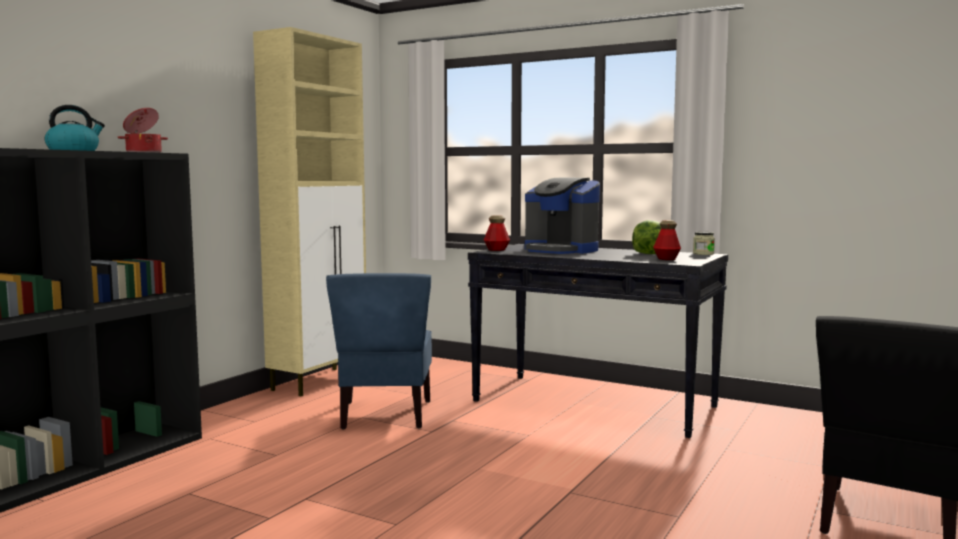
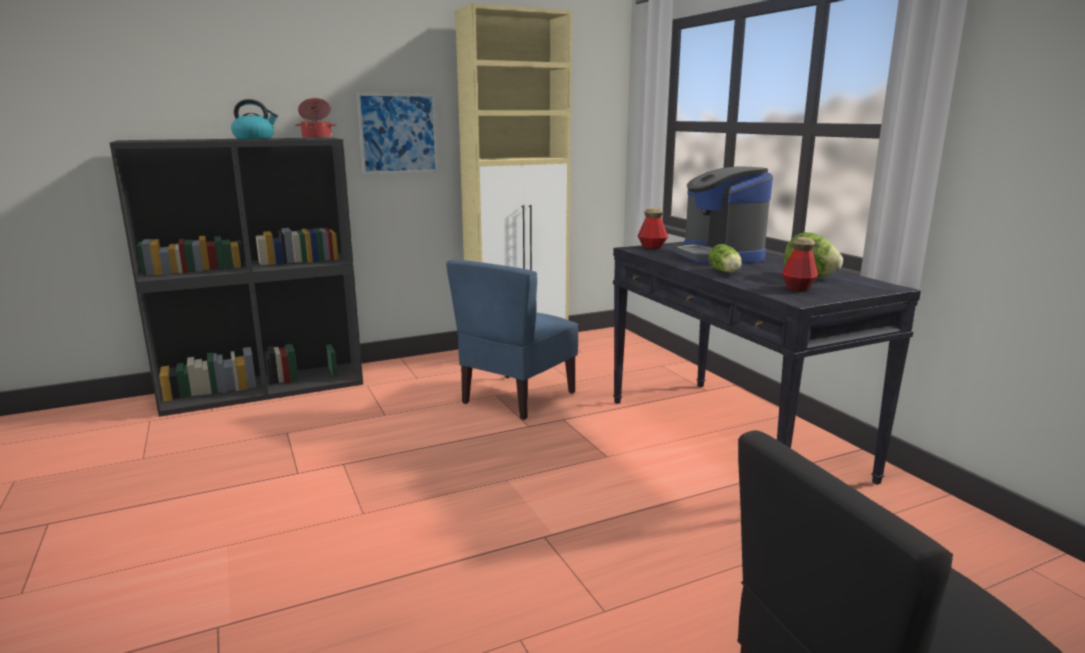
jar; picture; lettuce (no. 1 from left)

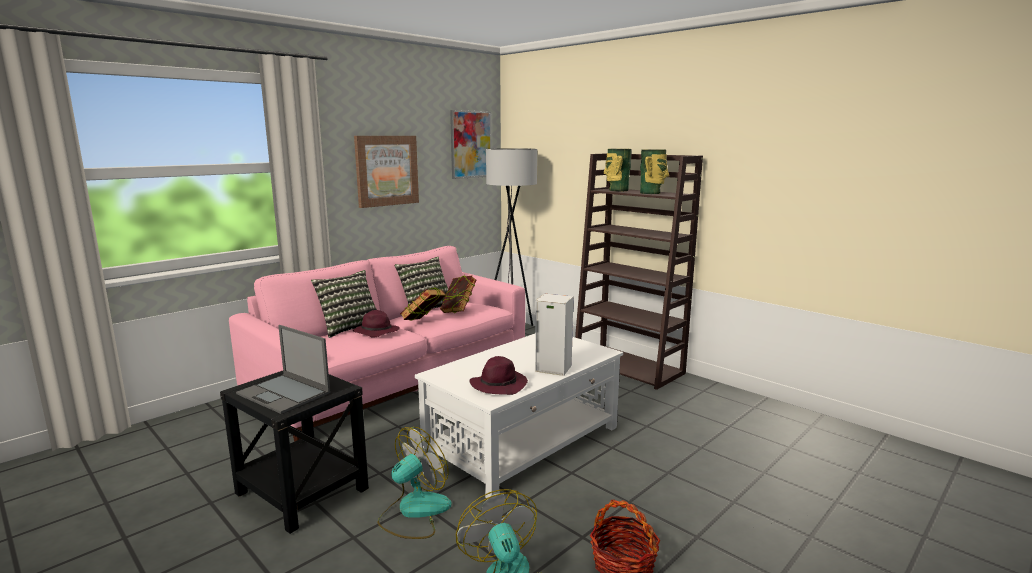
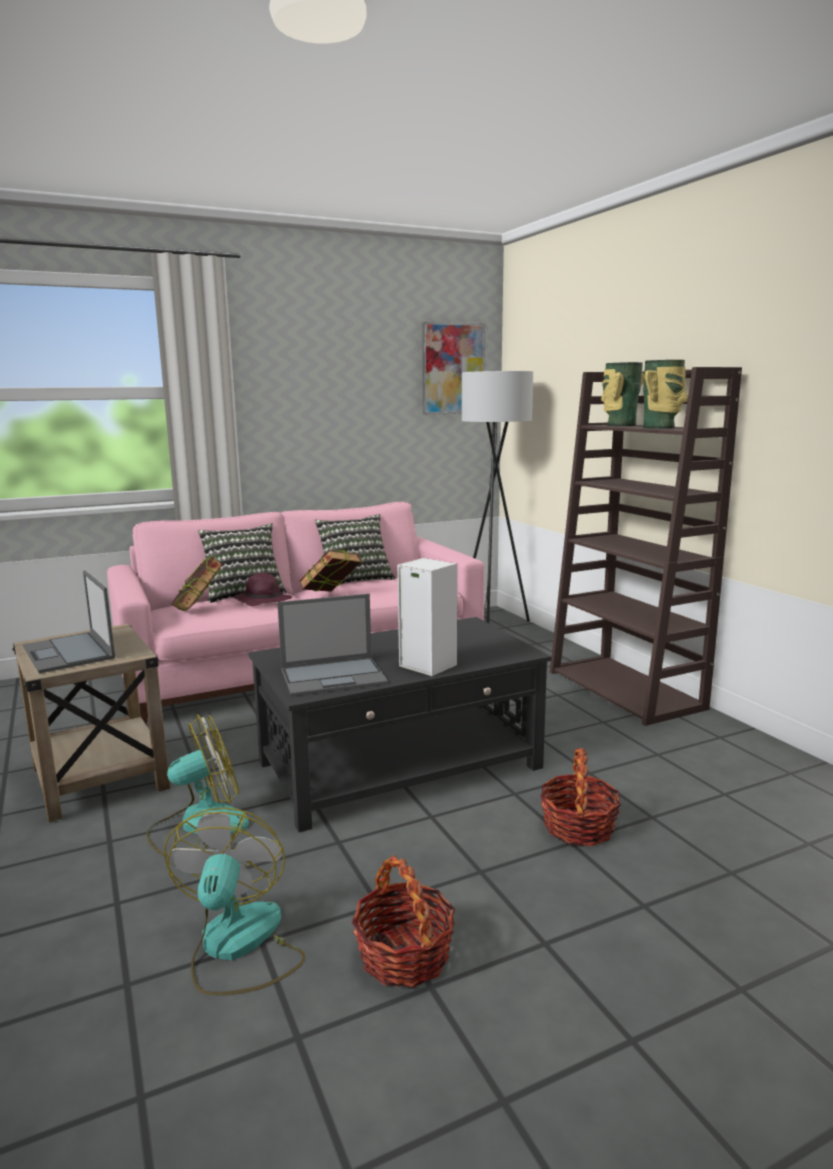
picture (no. 1 from left in the first image); basket (no. 2 from left); book (no. 1 from left); laptop (no. 2 from left); beige side table; black coffee table

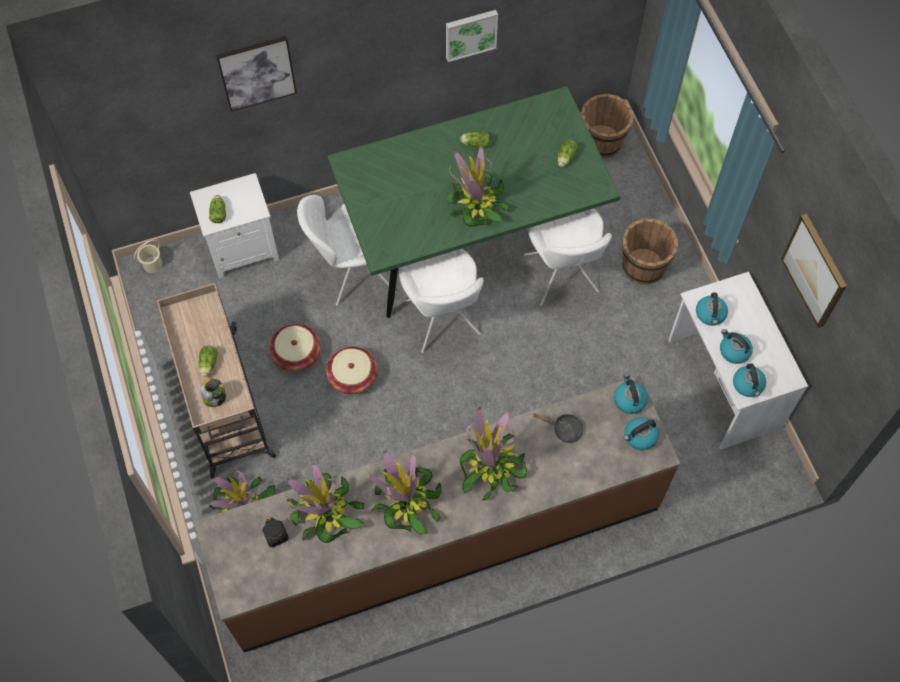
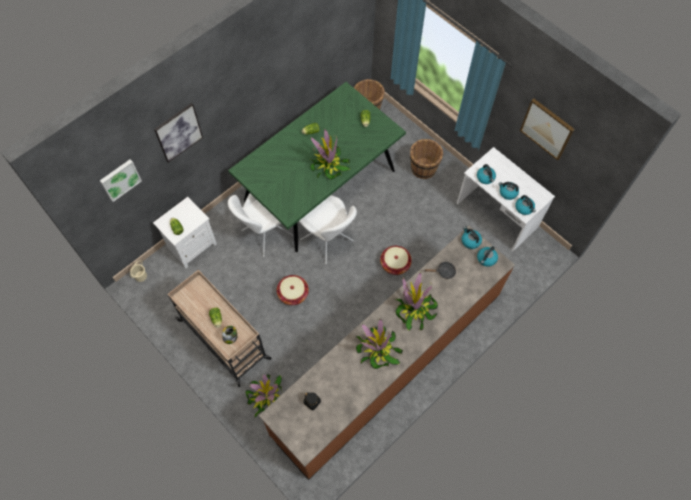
potted plant (no. 2 from left in the first image); white chair (no. 3 from left in the first image); basket (no. 2 from left); picture (no. 1 from left)

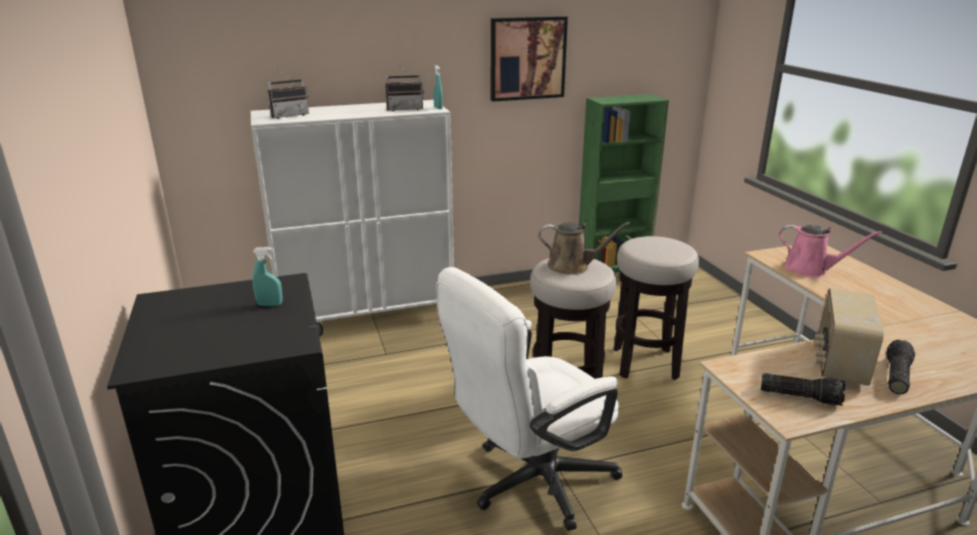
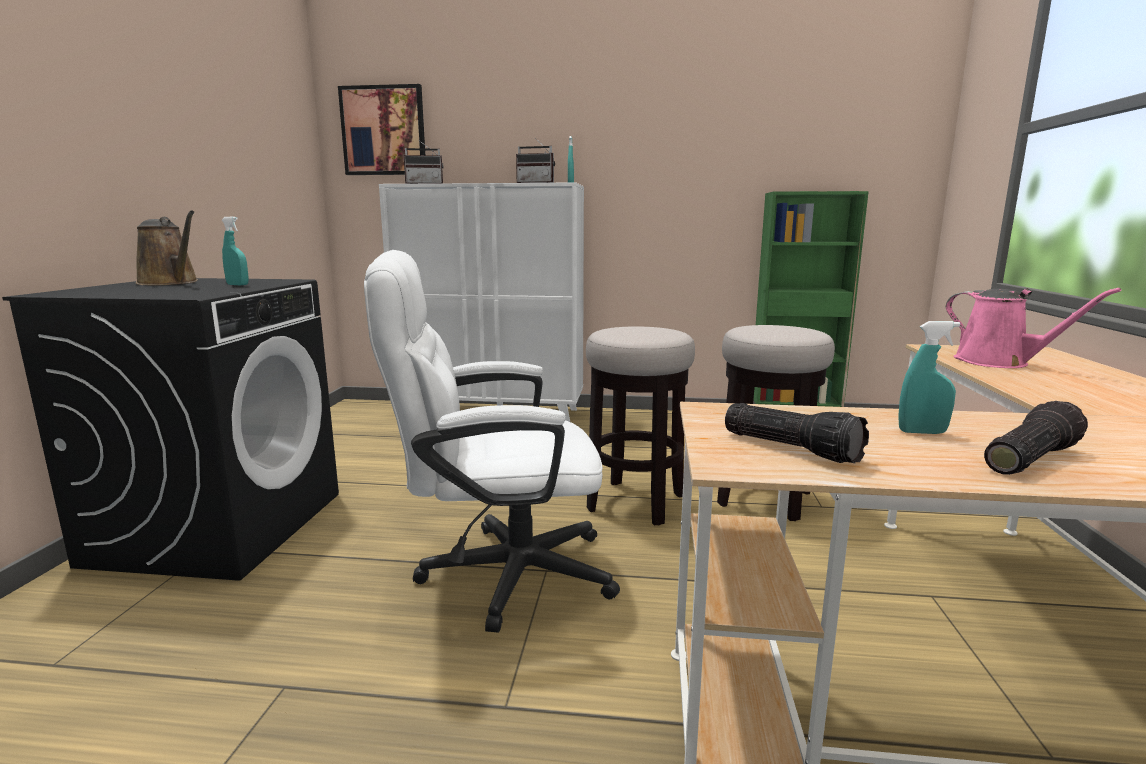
picture; brown watering can; turquoise spray bottle (no. 3 from left)

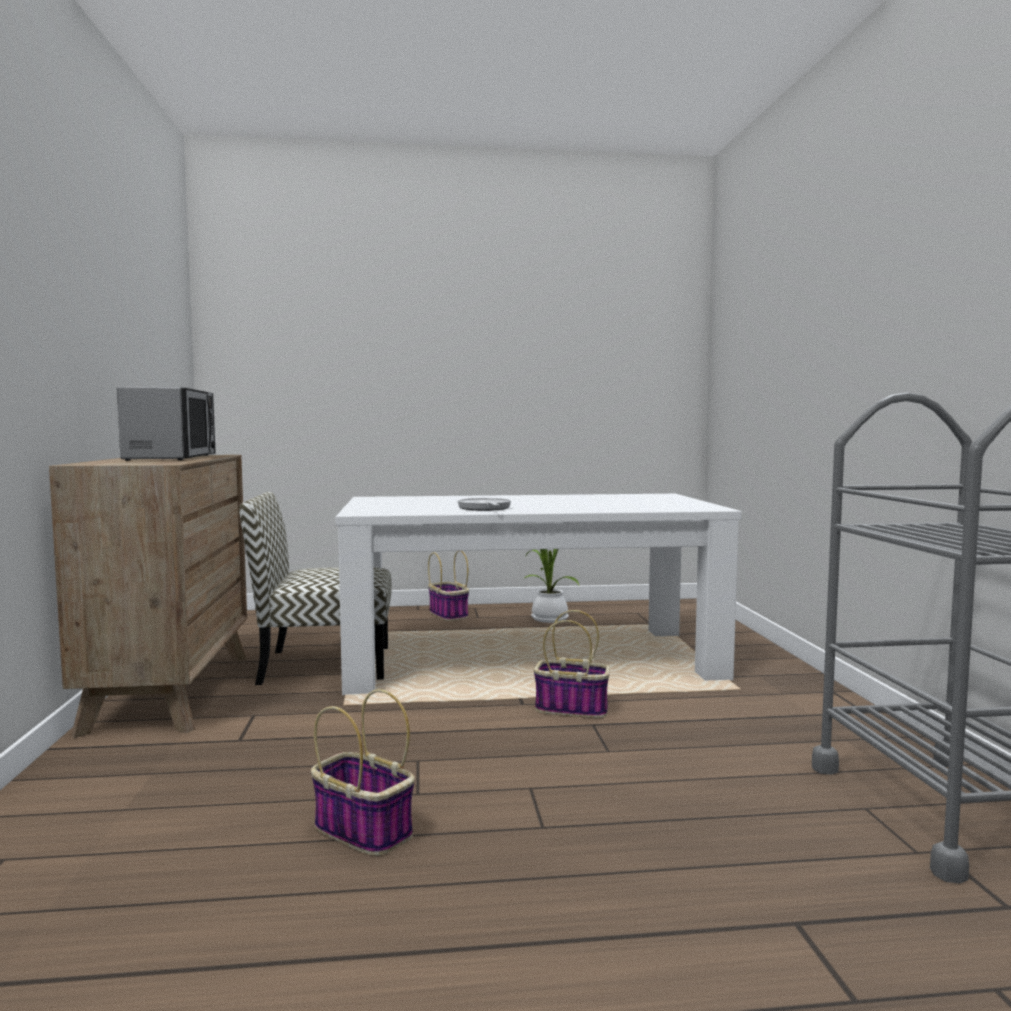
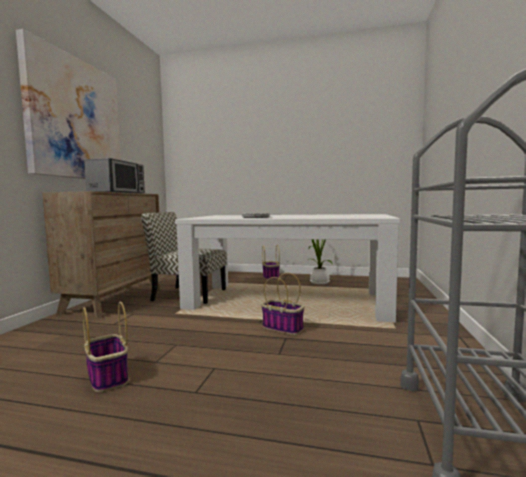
picture

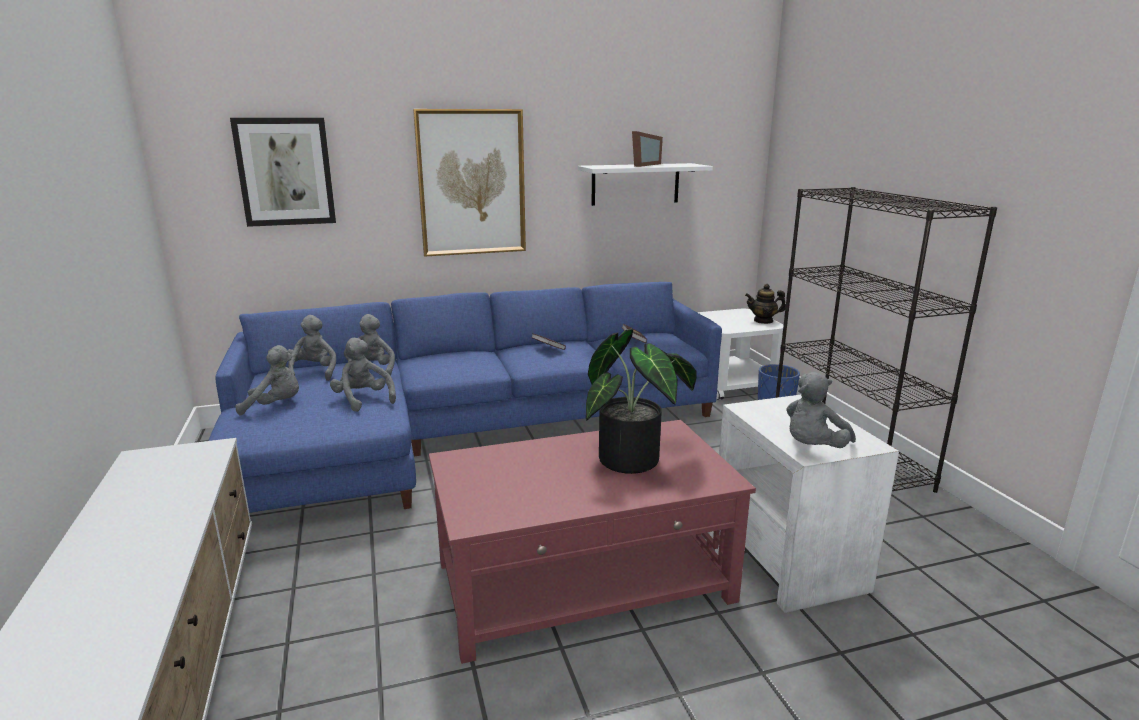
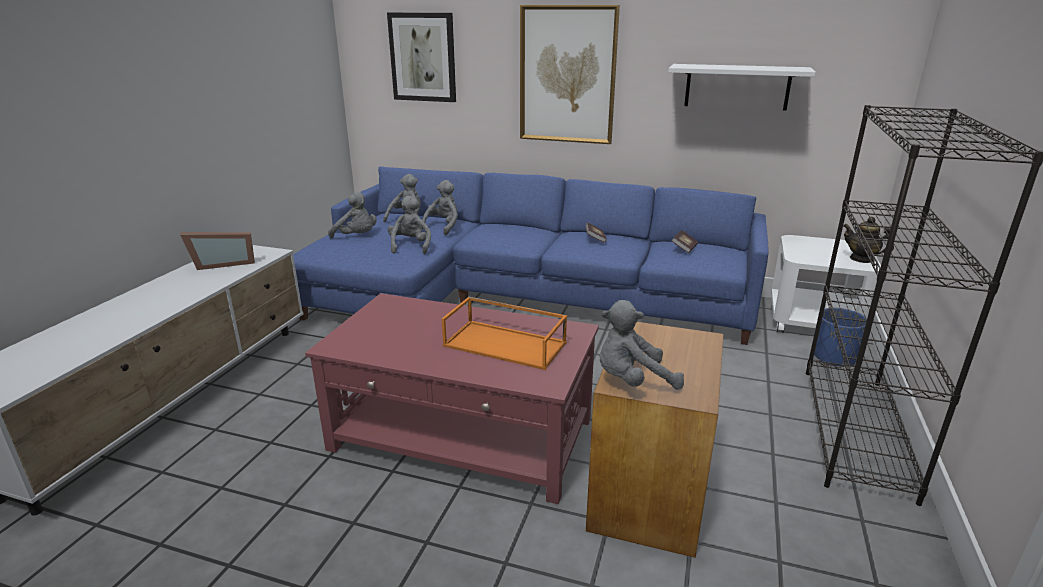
picture frame; orange tray; brown side table

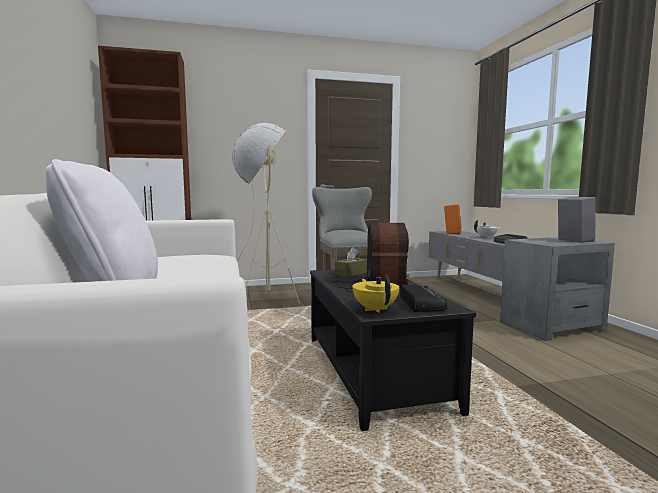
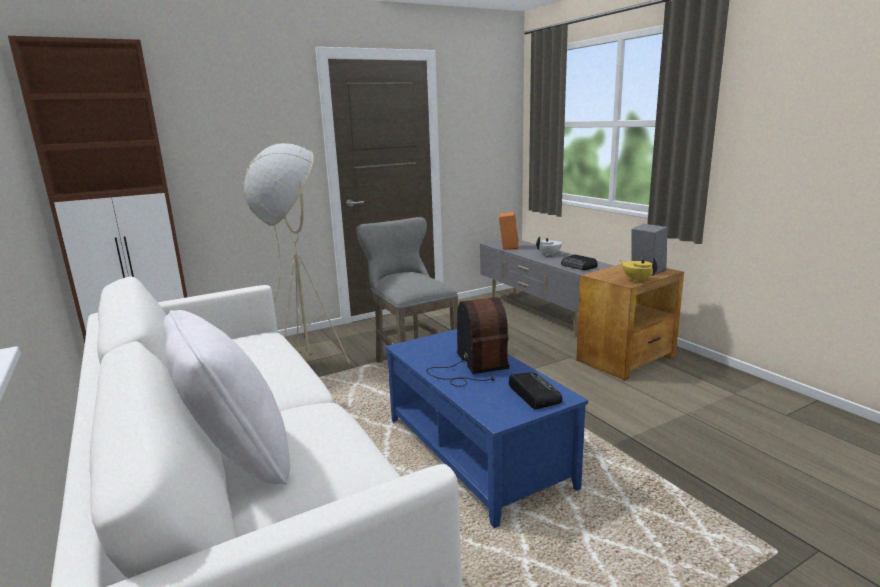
brown tissue box; yellow teapot; blue coffee table; brown side table

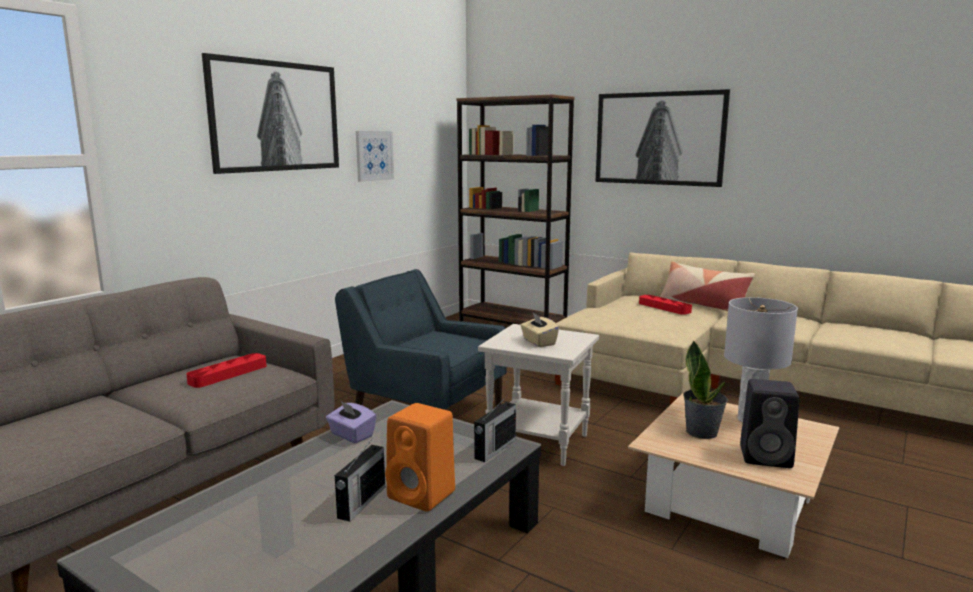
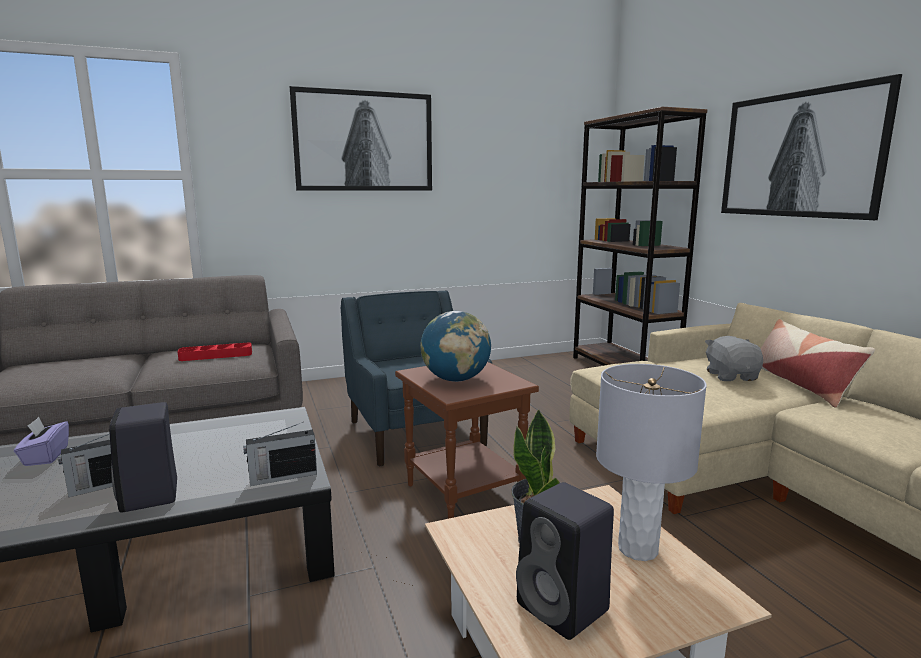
picture (no. 2 from left in the first image); purple tissue box; globe; grey plush toy; black speaker (no. 1 from left); brown side table

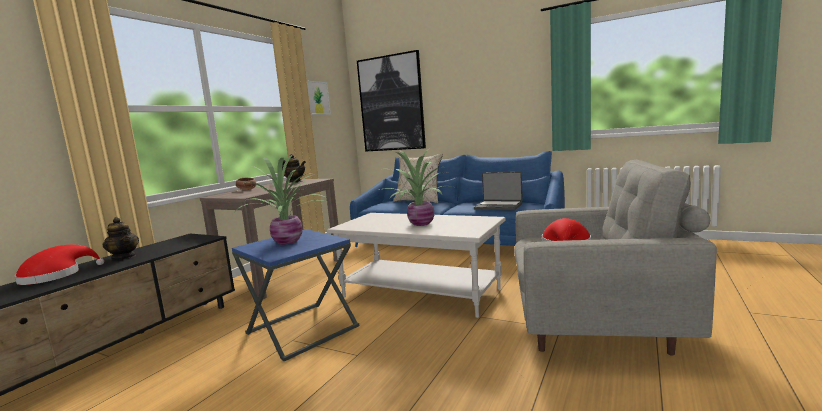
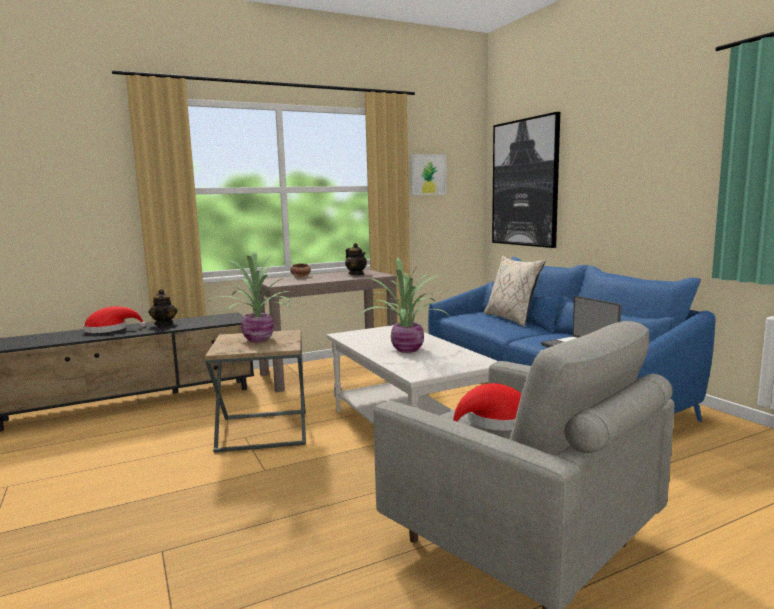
brown side table

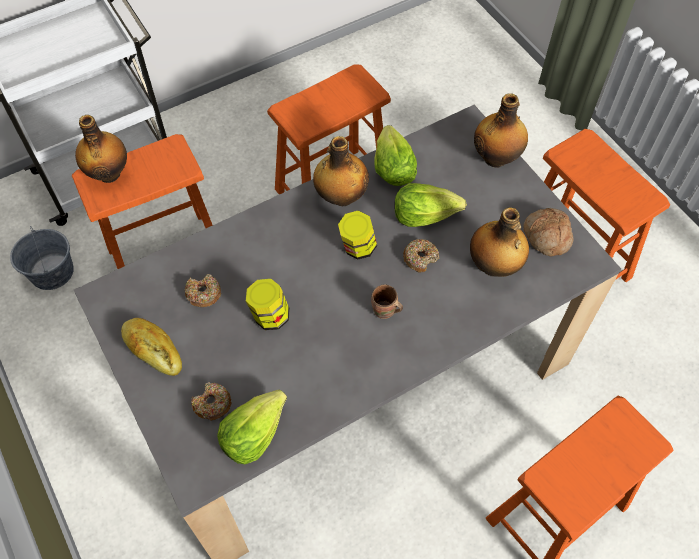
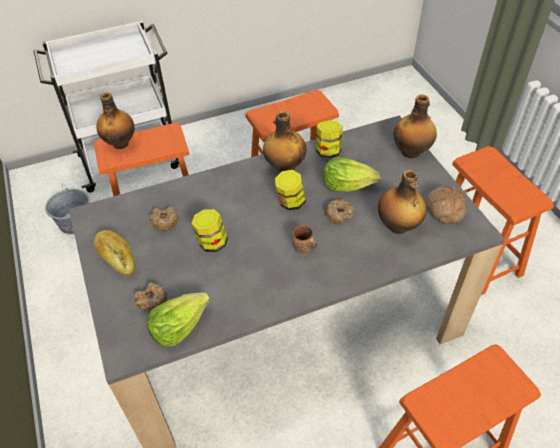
jar (no. 3 from left)

